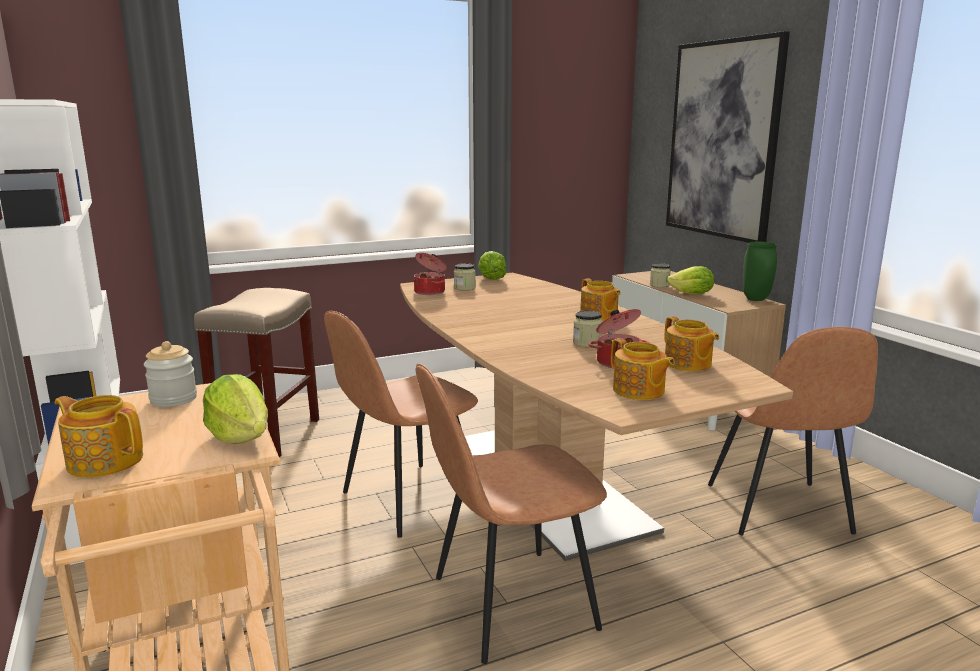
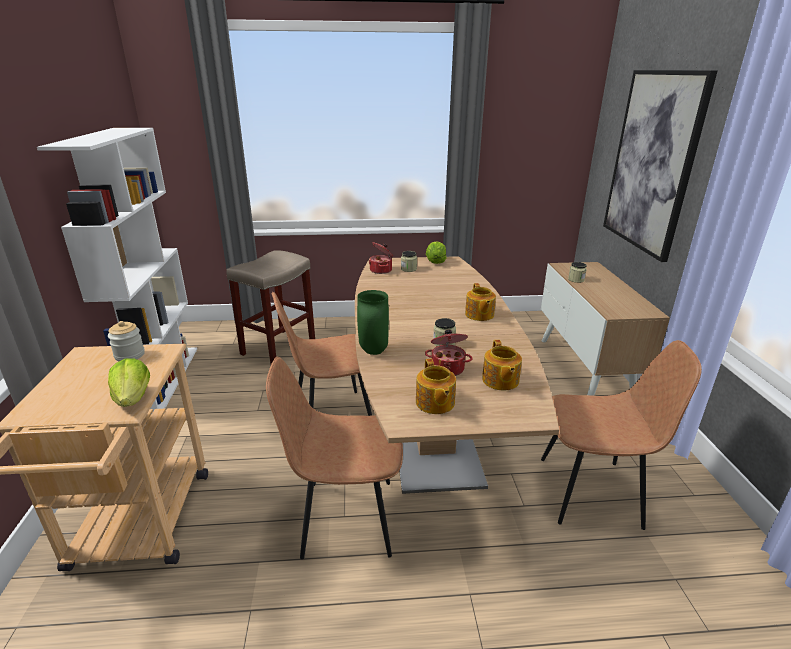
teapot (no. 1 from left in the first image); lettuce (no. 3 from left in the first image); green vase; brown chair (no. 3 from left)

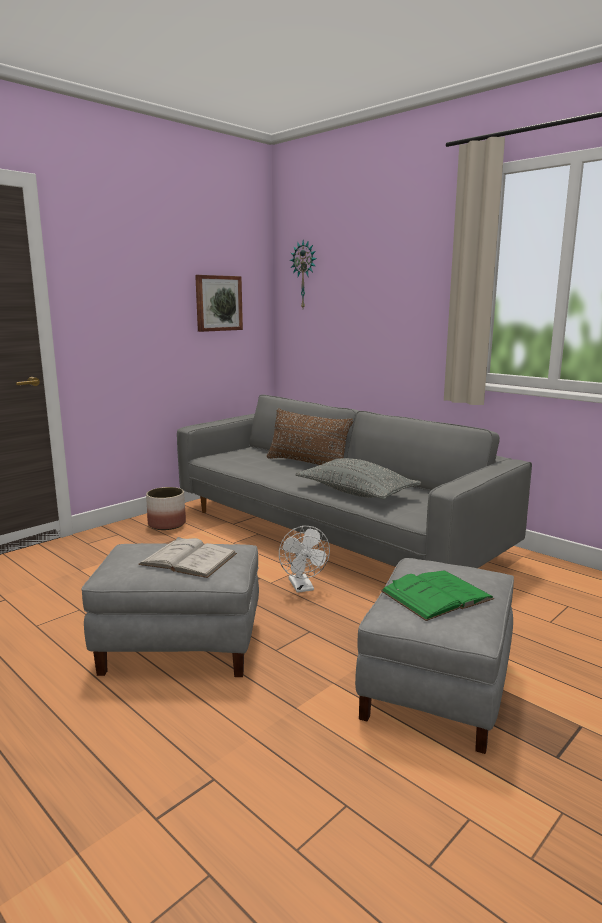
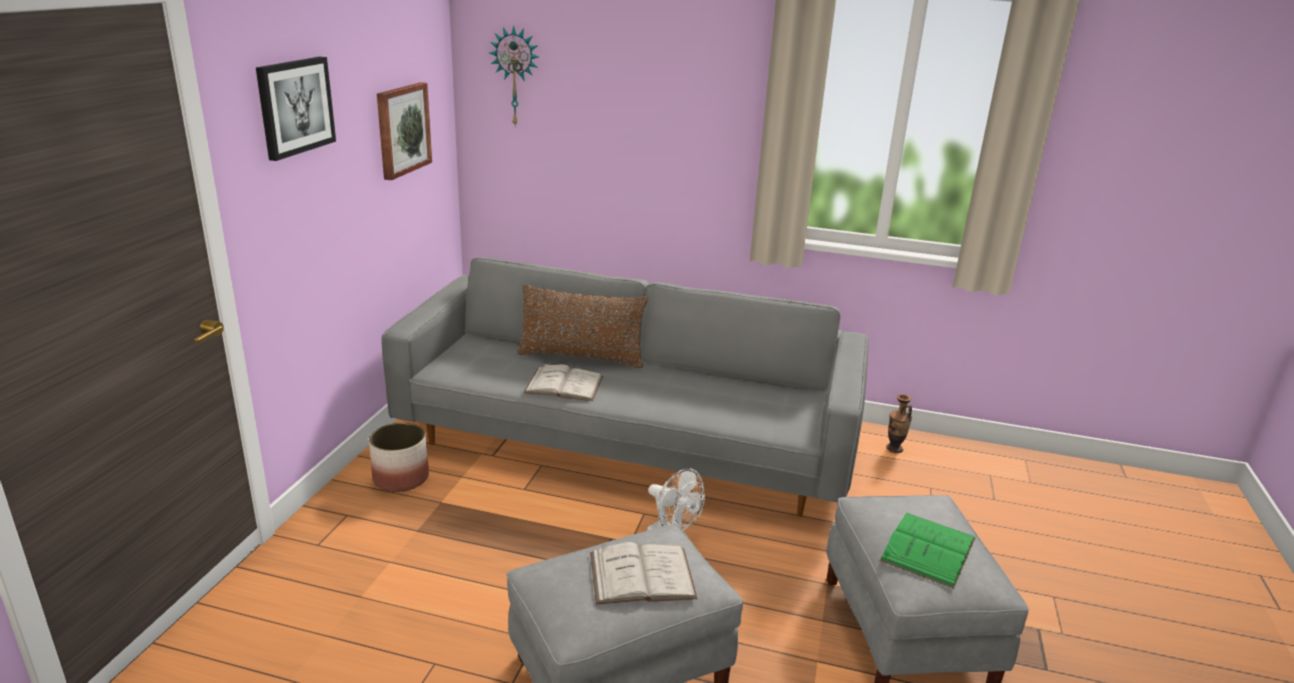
grey pillow; picture (no. 1 from left); white book (no. 1 from left); vase

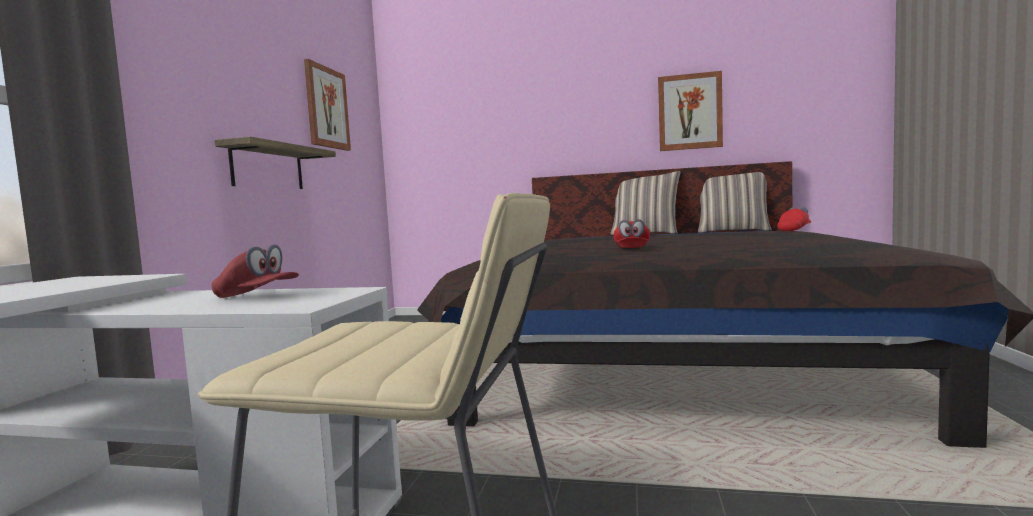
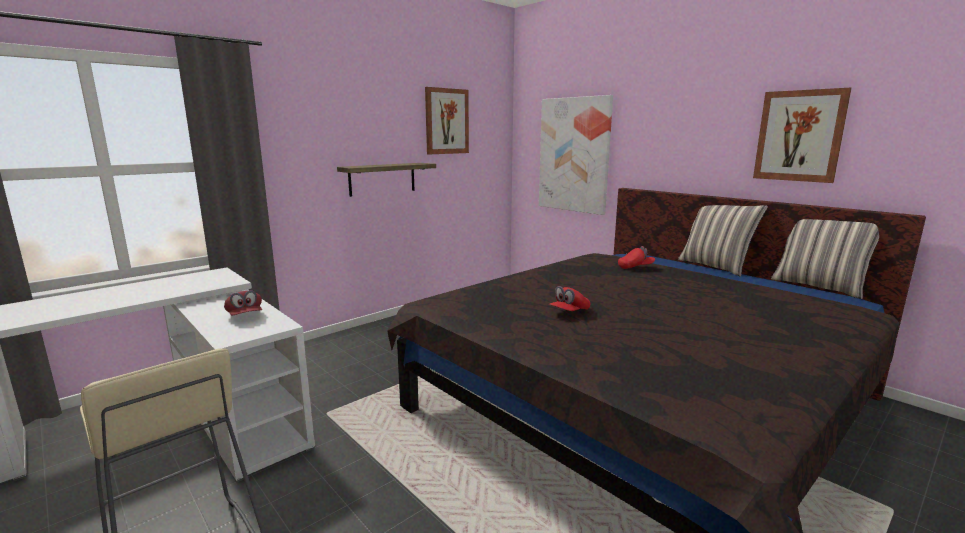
picture (no. 2 from left); red cap (no. 3 from left)

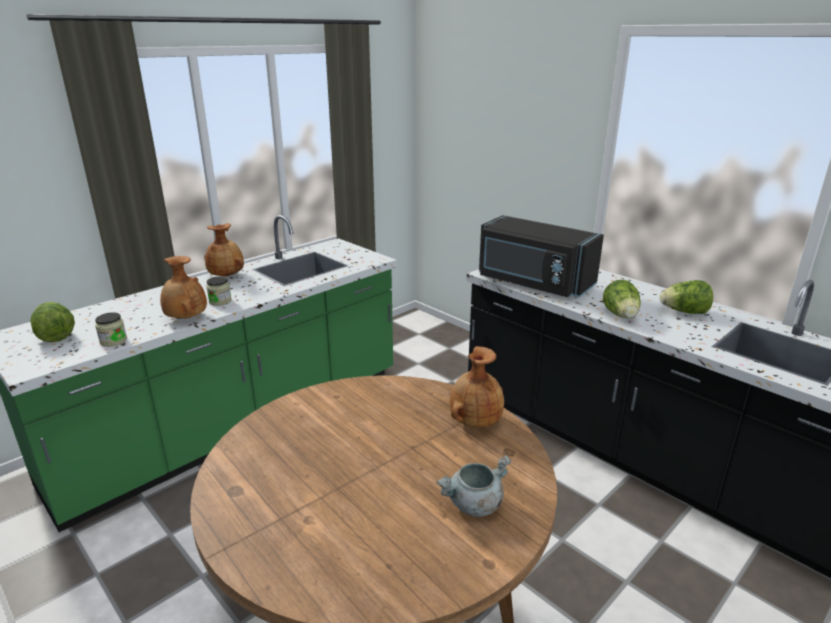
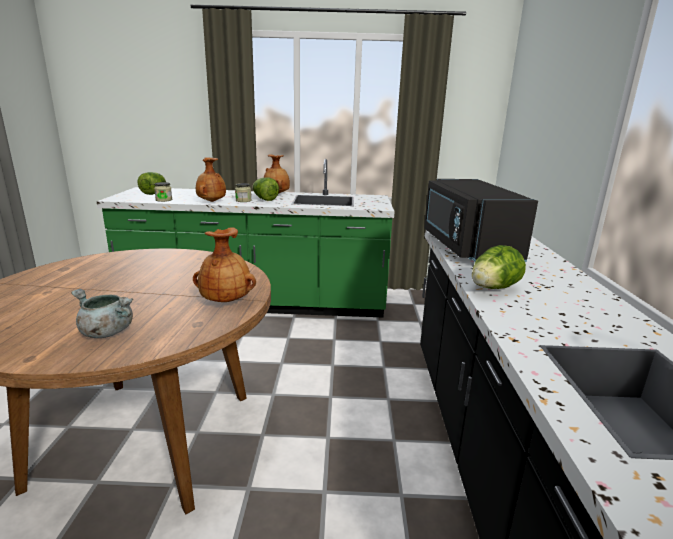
lettuce (no. 2 from left)

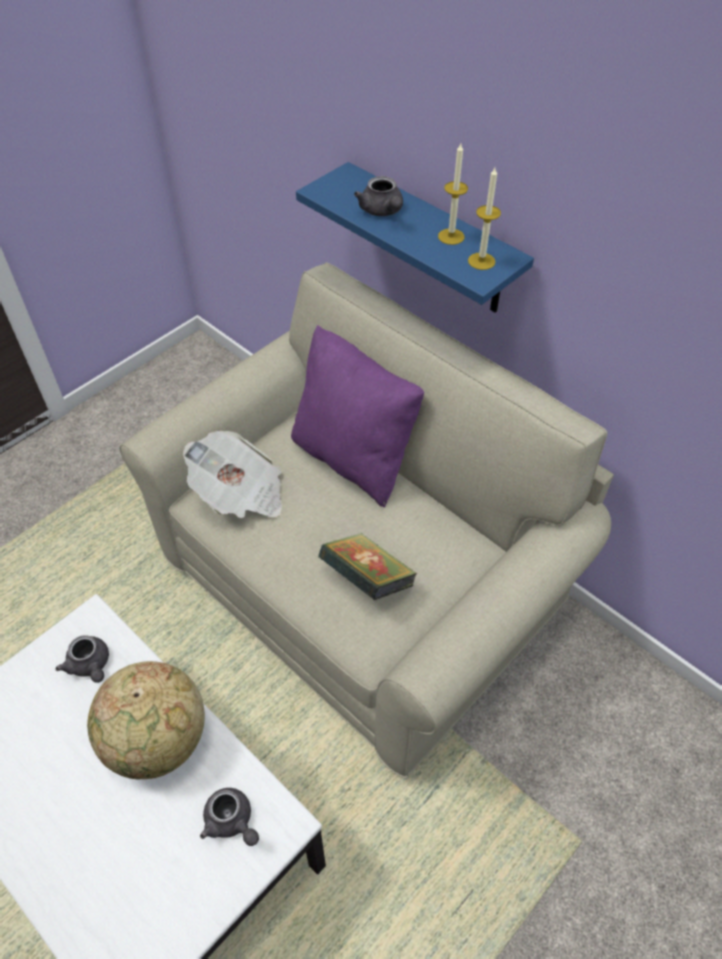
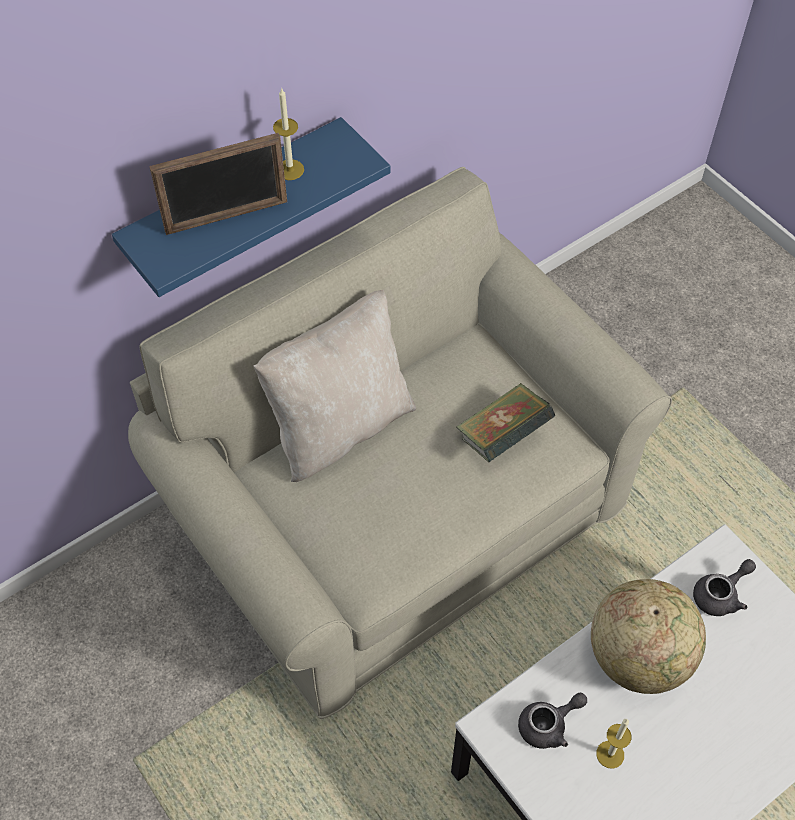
newspaper; candle (no. 2 from left); picture frame; beige pillow

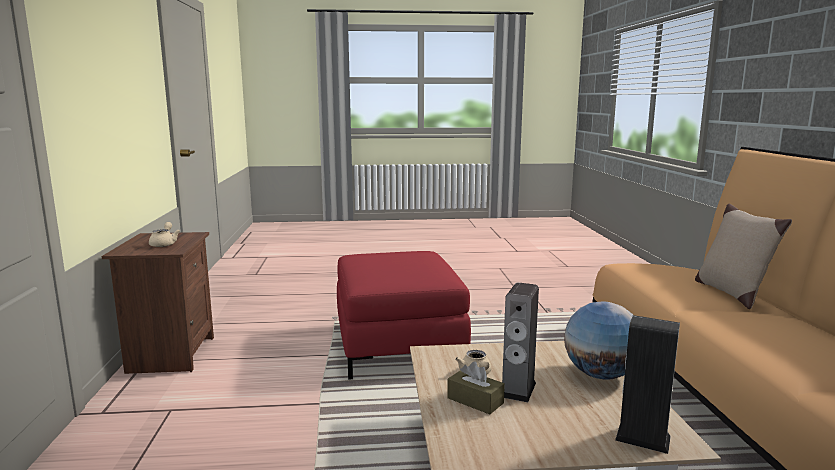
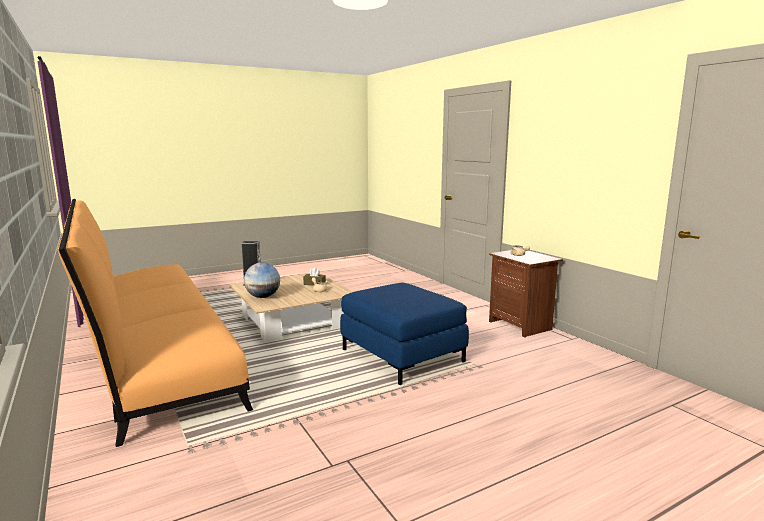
speaker (no. 1 from left in the first image); beige pillow; blue ottoman

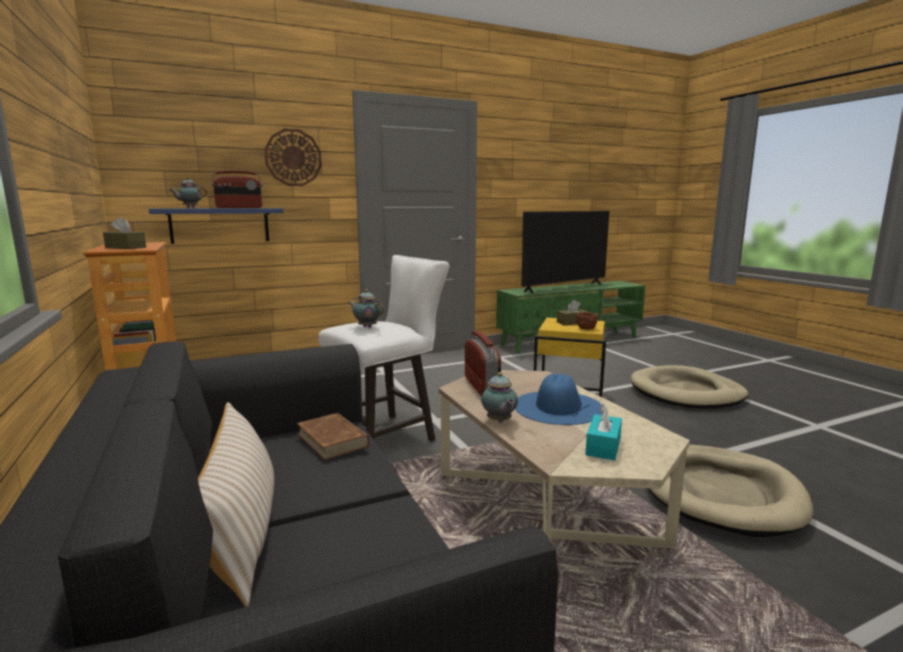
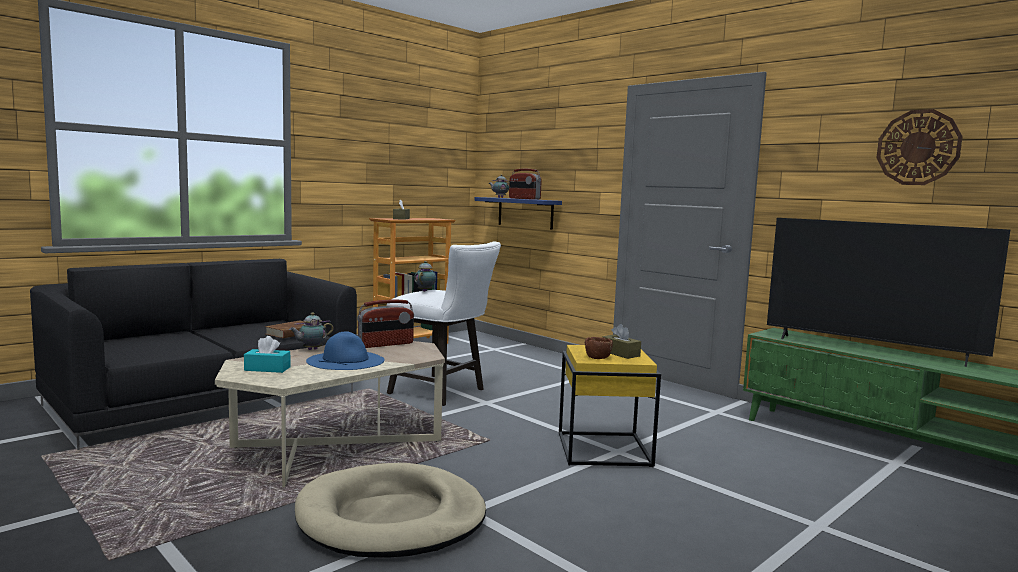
beige pillow; beige dog bed (no. 1 from left in the first image); wall clock

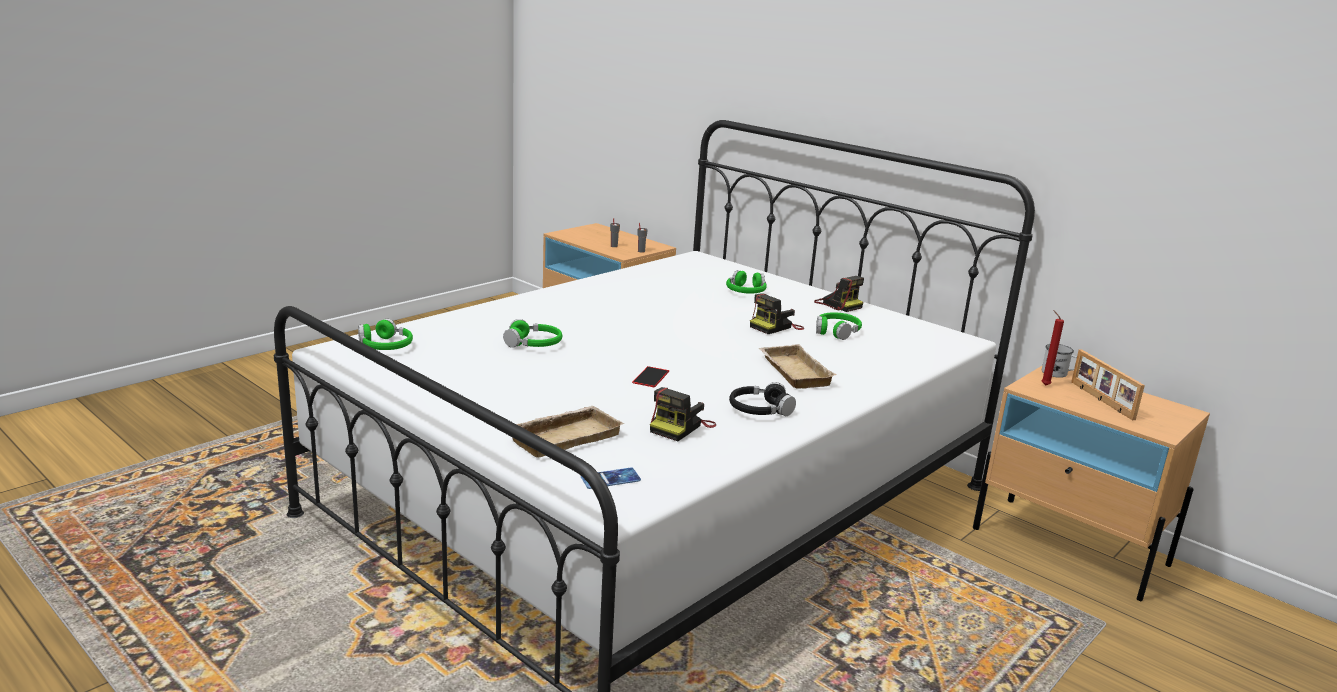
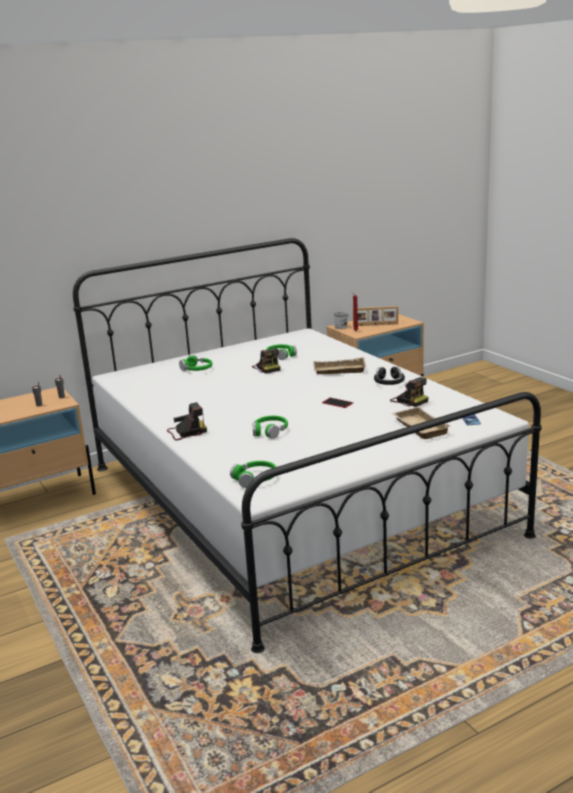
photo camera (no. 1 from left)

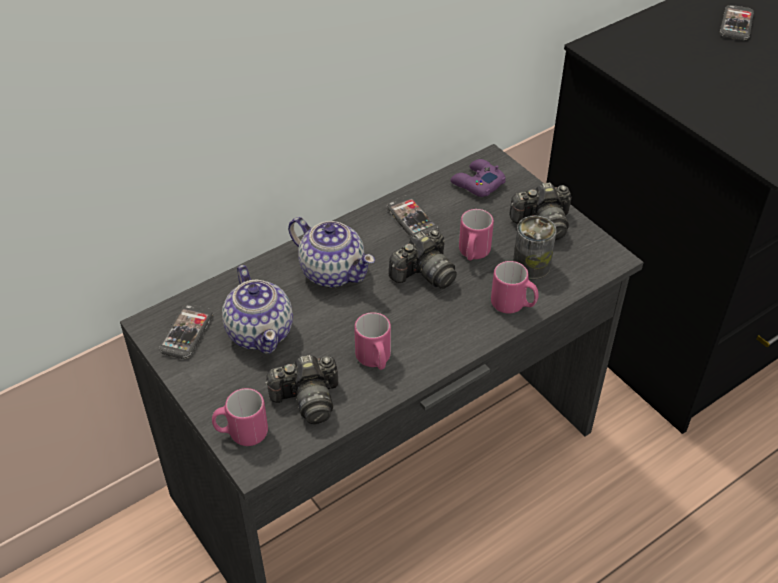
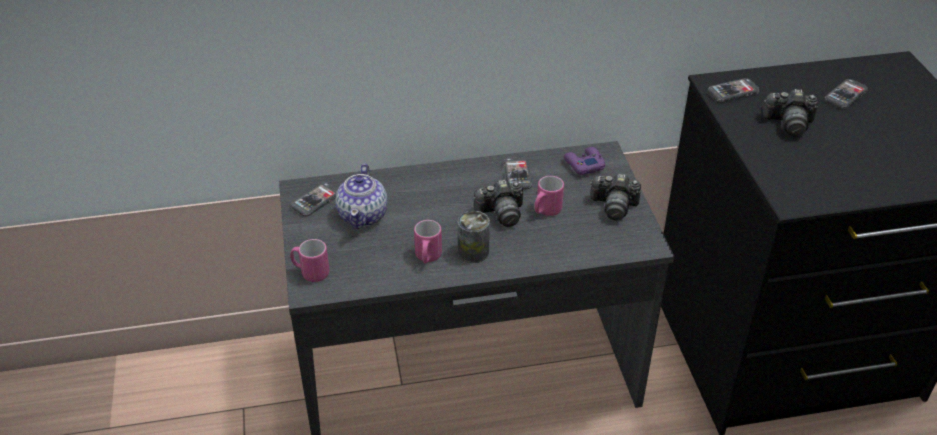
teapot (no. 2 from left in the first image); pink mug (no. 4 from left in the first image); phone (no. 3 from left); photo camera (no. 3 from left); can

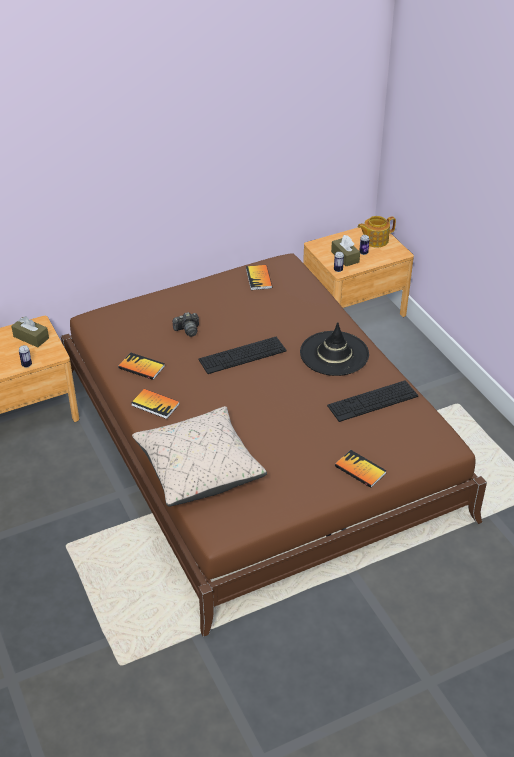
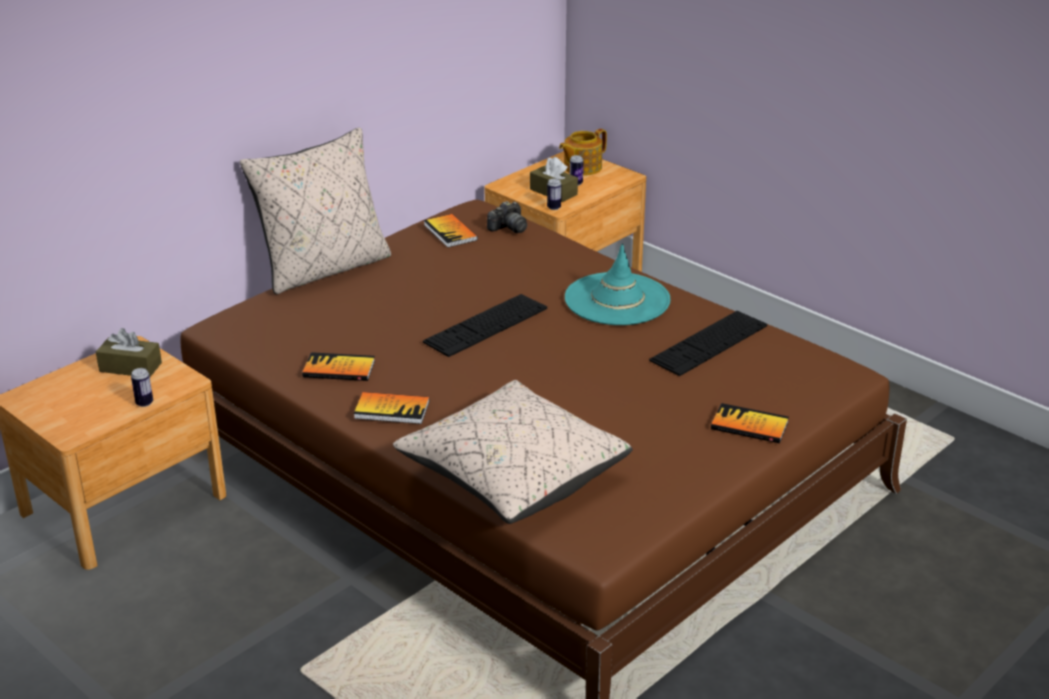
beige pillow (no. 1 from left); photo camera; turquoise hat

